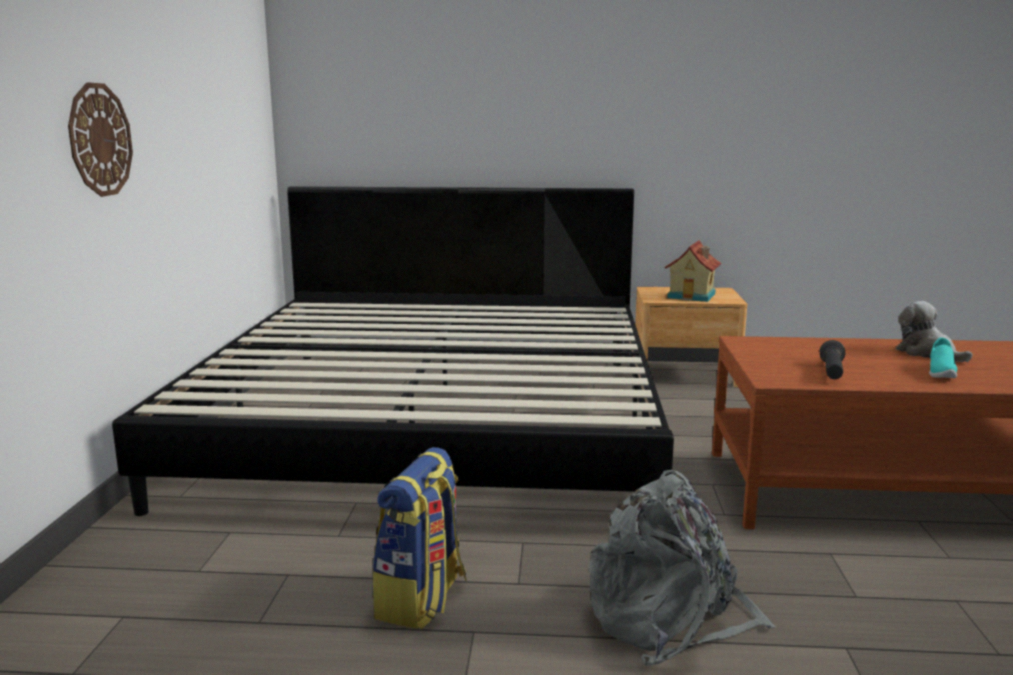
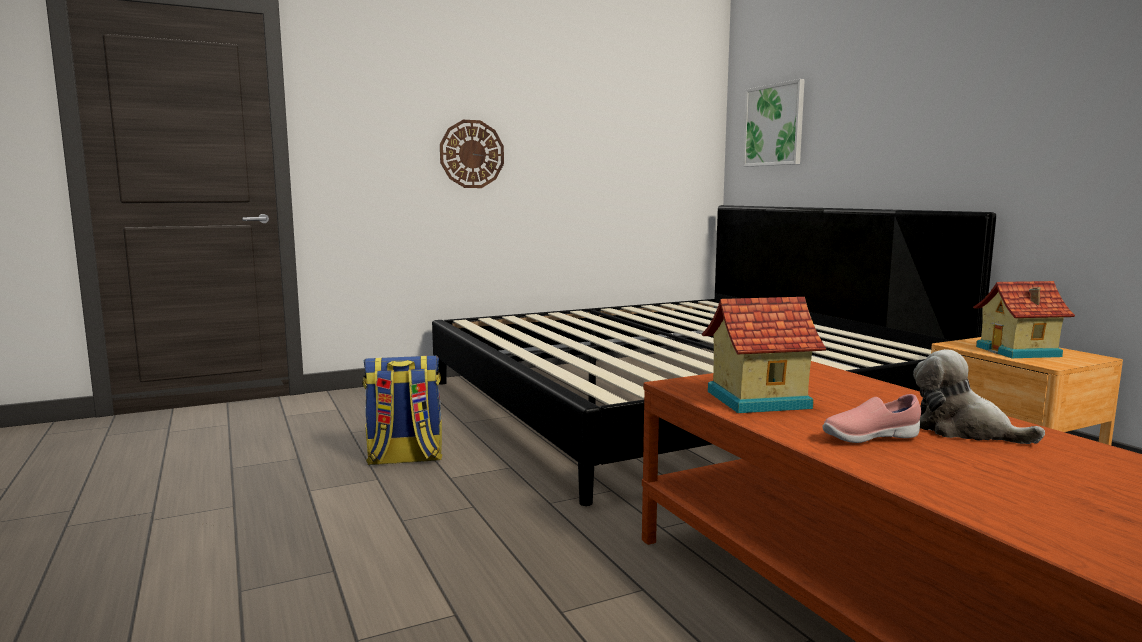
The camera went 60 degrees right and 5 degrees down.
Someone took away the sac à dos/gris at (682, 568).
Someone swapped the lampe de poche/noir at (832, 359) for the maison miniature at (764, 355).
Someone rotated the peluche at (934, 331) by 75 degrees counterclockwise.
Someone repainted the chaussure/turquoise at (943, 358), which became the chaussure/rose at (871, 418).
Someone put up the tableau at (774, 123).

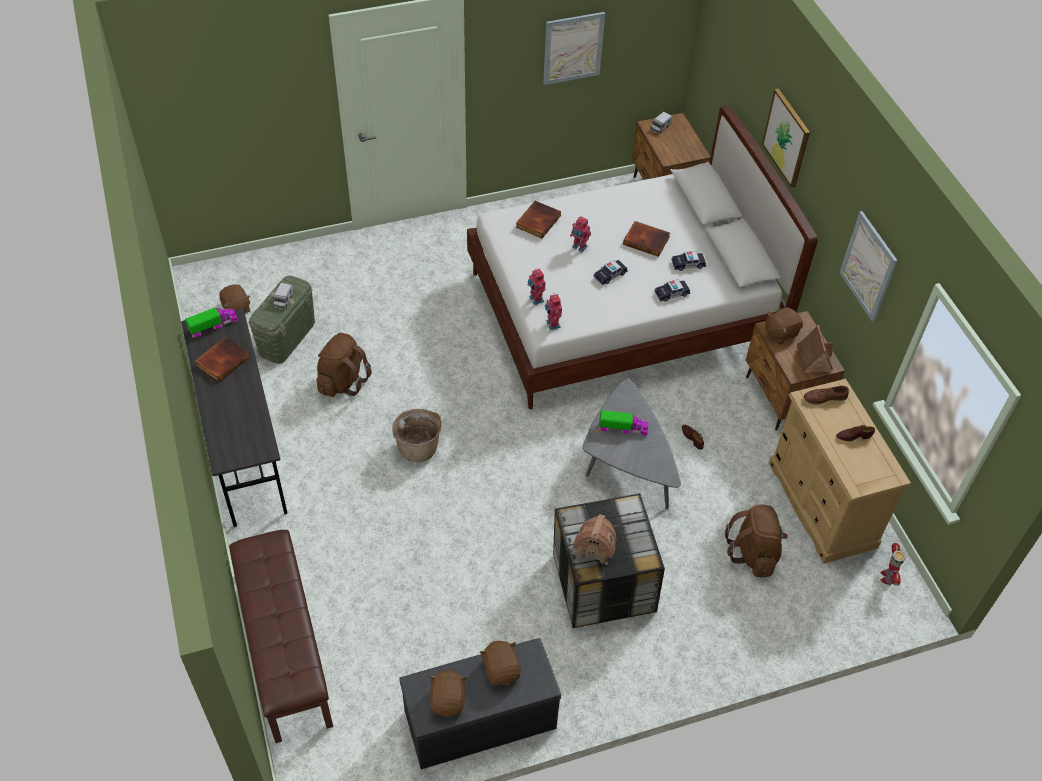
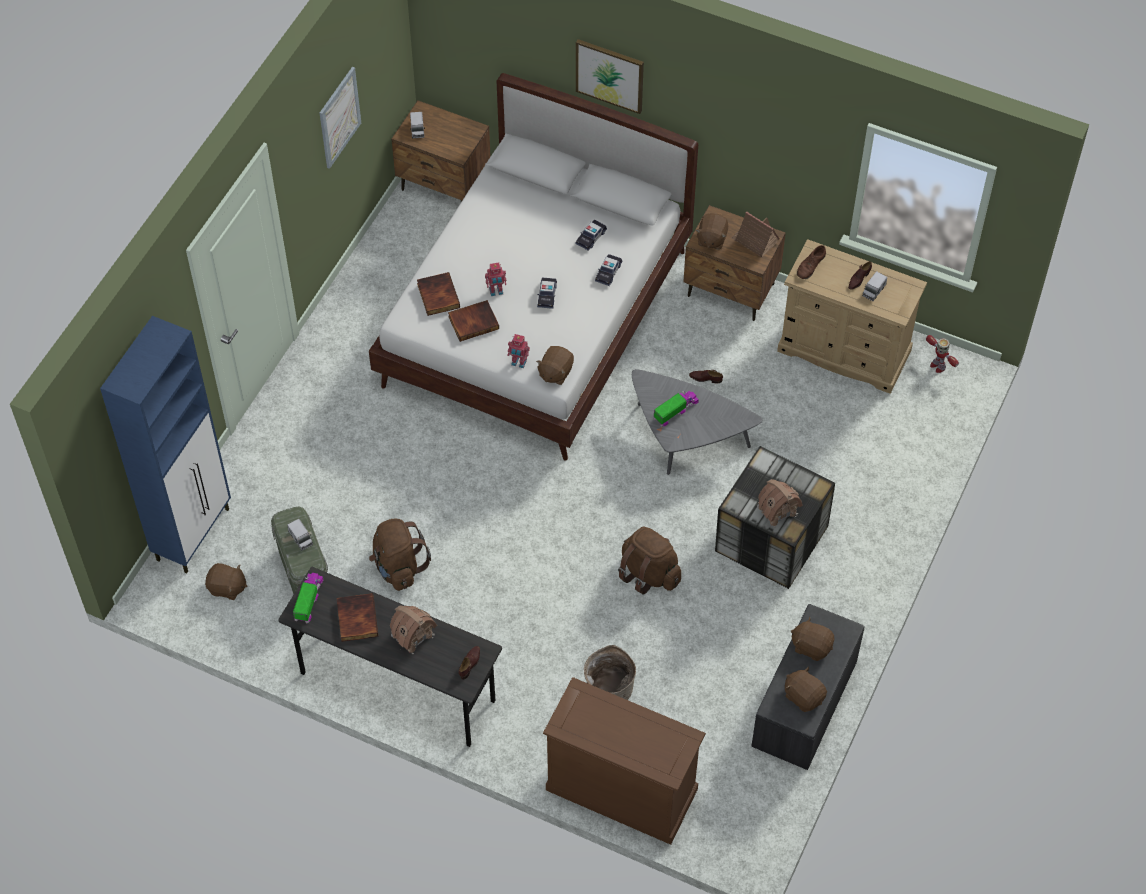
The camera went 45 degrees left and 5 degrees up.
Someone swapped the banc/marron at (281, 636) for the commode/marron at (624, 761).
Someone carried the panier from (417, 435) to (610, 672).
Someone swapped the robot jouet at (553, 311) for the peluche/marron at (555, 365).
Someone carried the livre from (646, 239) to (473, 321).
Someone carried the sac à dos/marron from (756, 541) to (649, 561).
Someone took away the tableau at (868, 266).
Someone put down the meuble de rangement/bleu at (165, 444).
Someone put down the maison miniature at (413, 630).
Someone put down the chaussure/marron at (469, 663).
Someone put down the camion jouet at (874, 286).

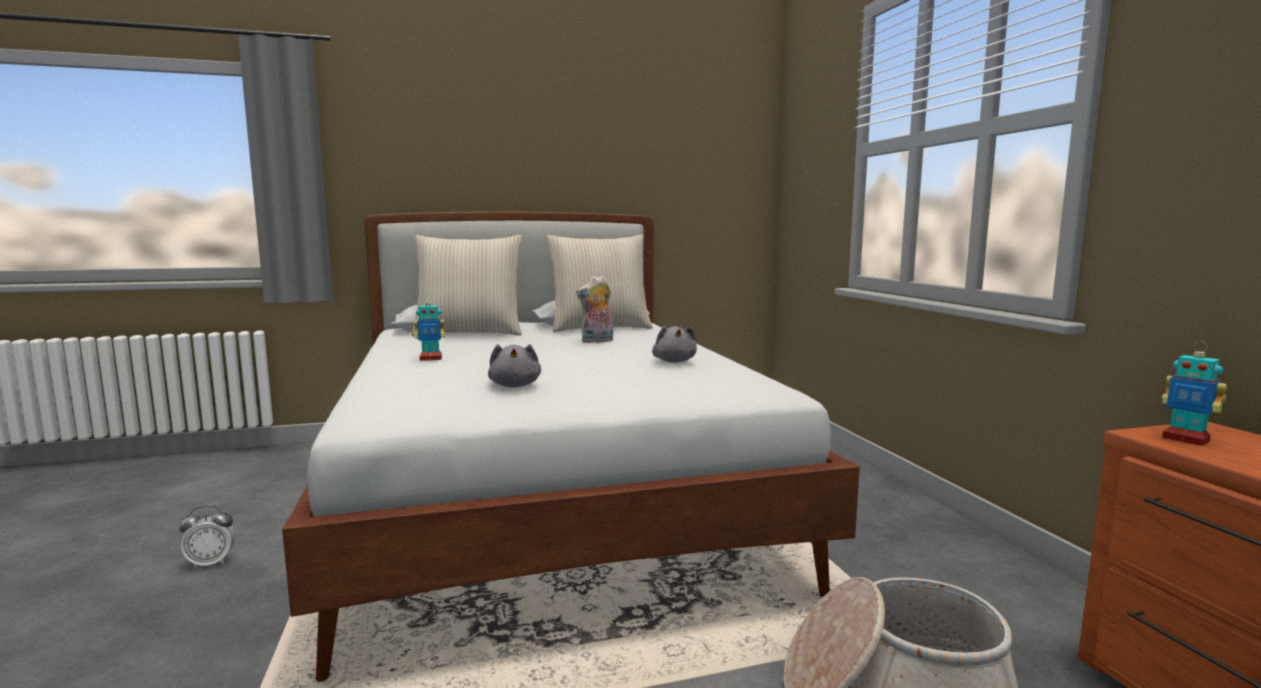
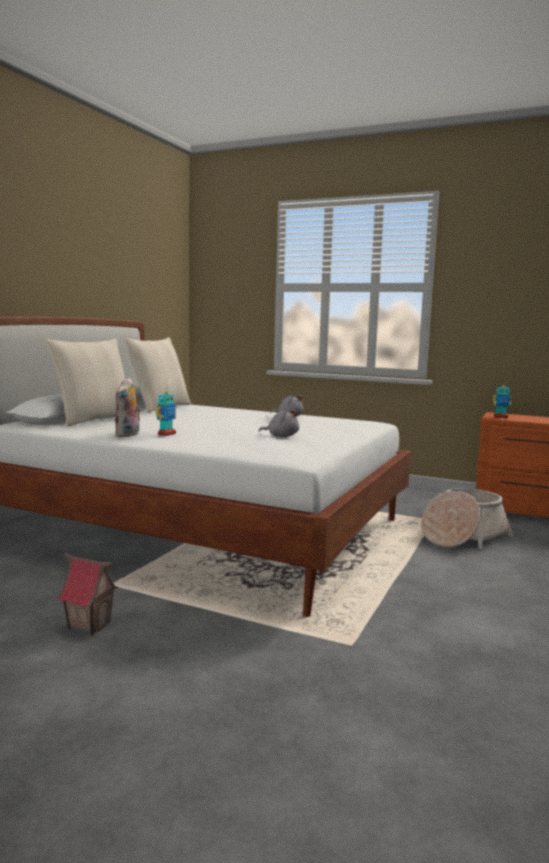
The camera went 50 degrees left and 0 degrees up.
Someone swapped the réveil at (207, 537) for the maison miniature at (87, 594).
Someone carried the peluche from (594, 309) to (128, 407).

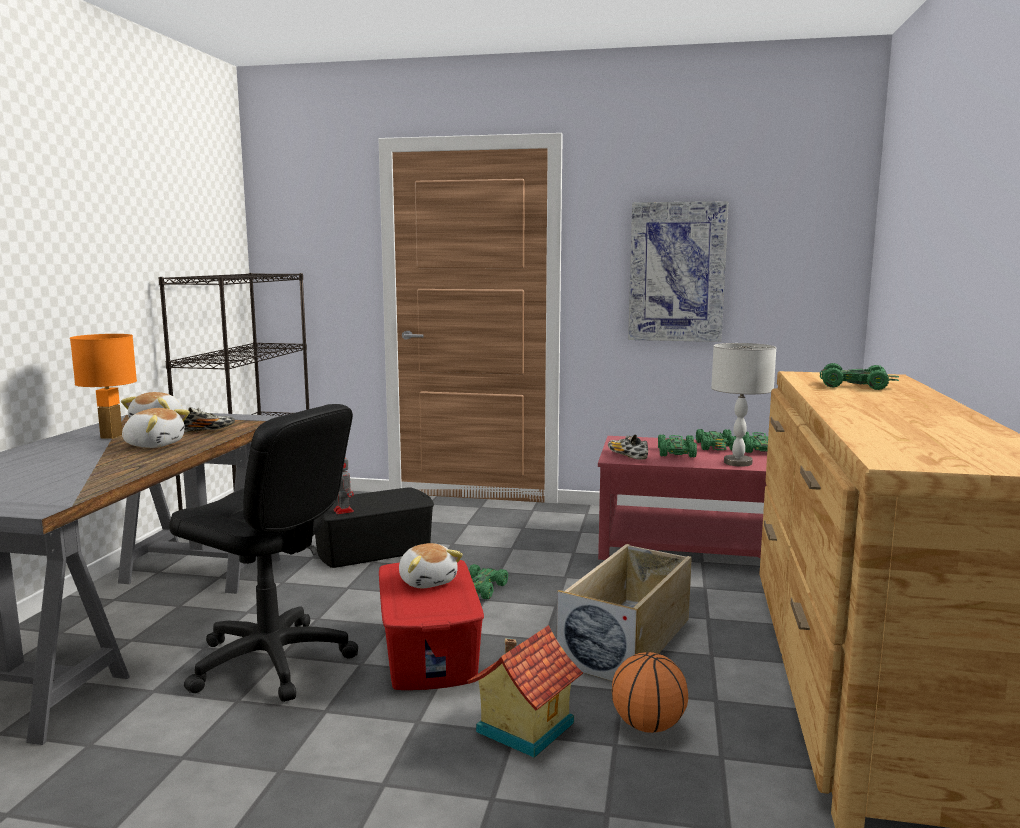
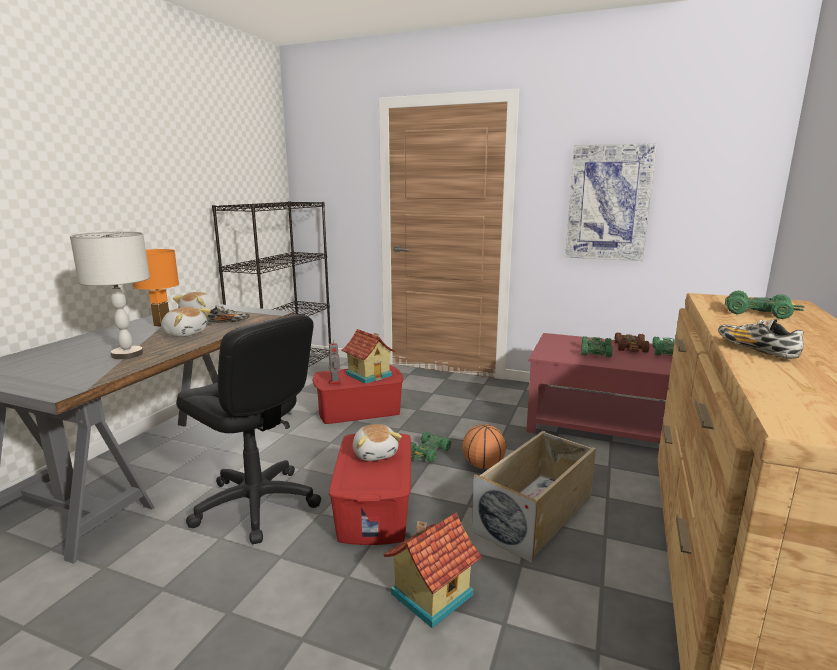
The camera went 10 degrees right and 5 degrees up.
Someone repainted the boîte de rangement/noir at (374, 527), which became the boîte de rangement/rouge at (357, 394).
Someone carried the chaussure from (628, 447) to (760, 339).
Someone carried the ballon de basket from (650, 692) to (484, 446).
Someone repainted the petite voiture/vert at (716, 439), which became the petite voiture/marron at (631, 342).
Someone carried the lampe de table/gris from (744, 405) to (110, 295).
Someone put down the maison miniature at (368, 356).

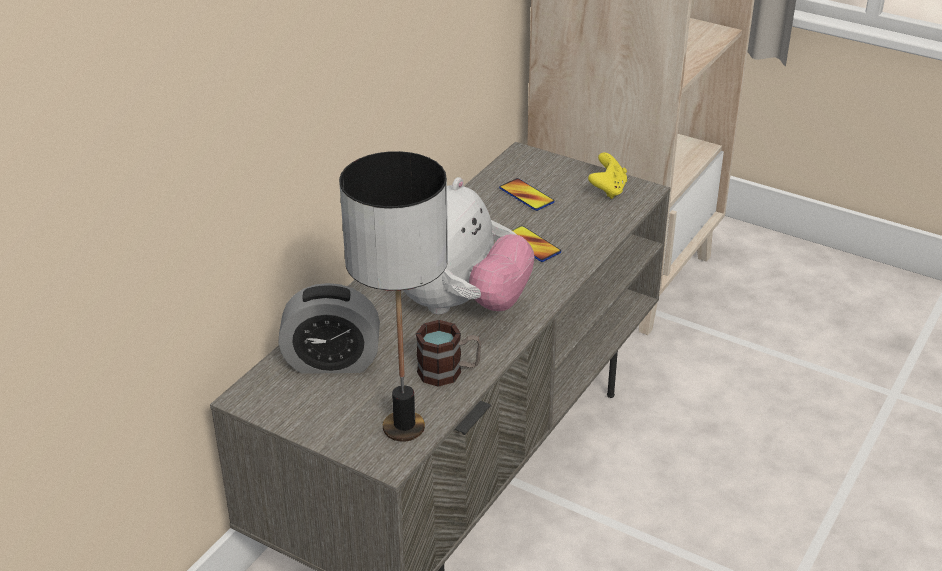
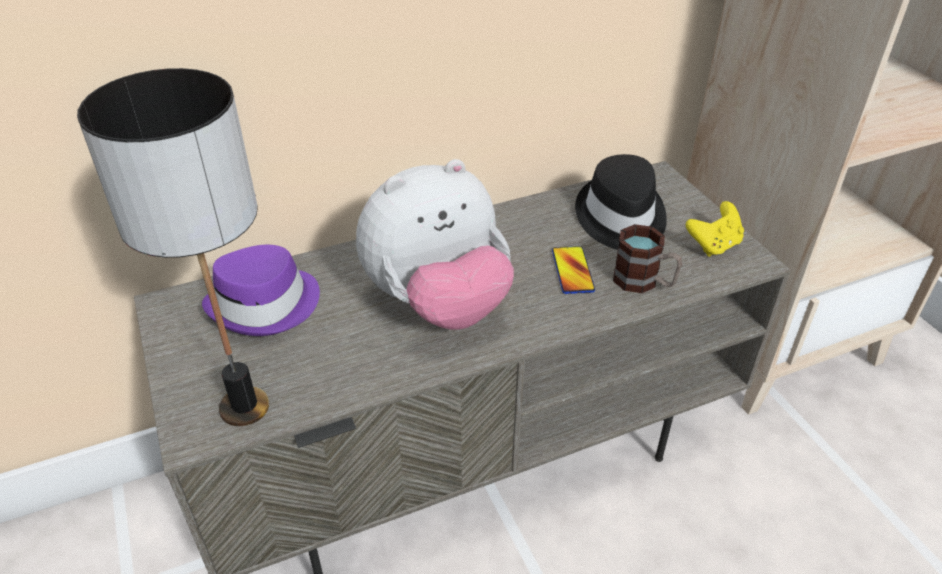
The camera went 35 degrees right and 5 degrees up.
Someone swapped the réveil at (329, 328) for the chapeau/violet at (261, 290).
Someone carried the mug from (448, 353) to (647, 258).
Someone swapped the téléphone at (527, 194) for the chapeau/noir at (621, 202).

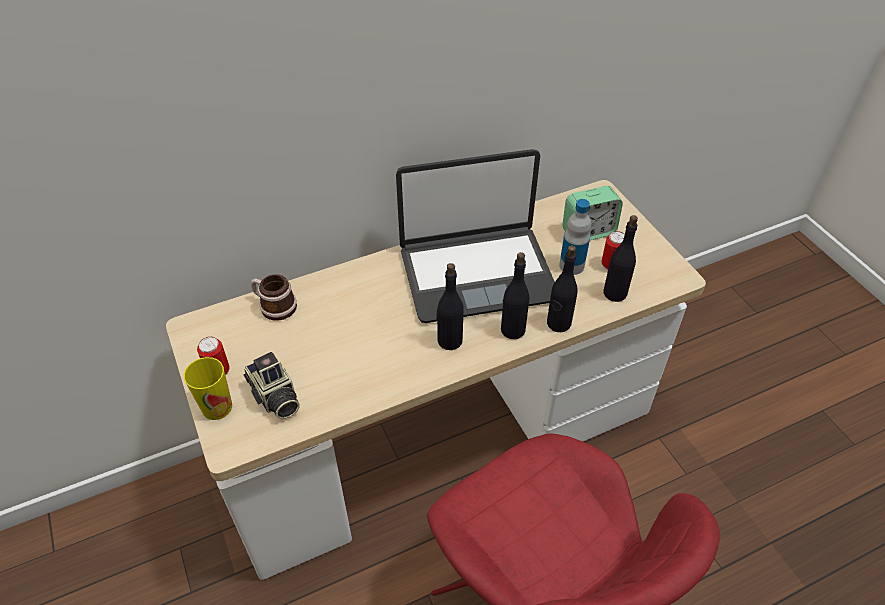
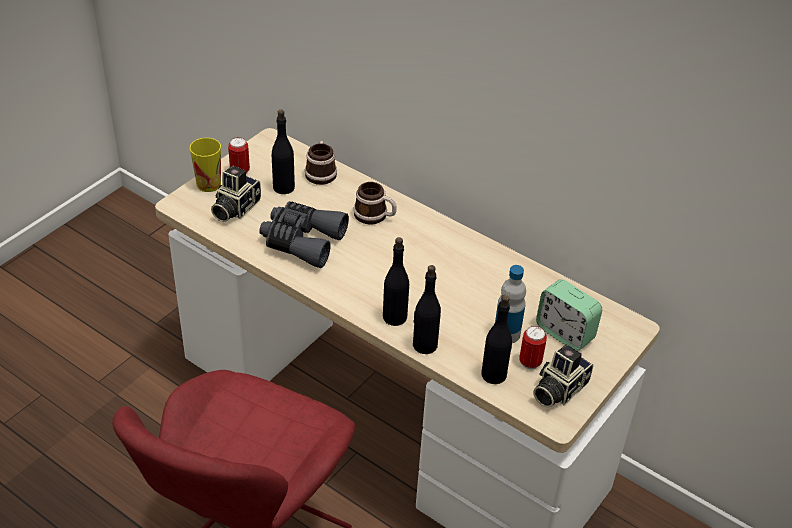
The camera went 60 degrees right and 5 degrees down.
Someone took away the ordinateur portable at (475, 236).
Someone carried the bouteille/noir from (450, 306) to (283, 152).
Someone put down the jumelles/gris at (304, 234).
Someone put down the mug at (375, 203).
Someone put down the appareil photo at (563, 376).

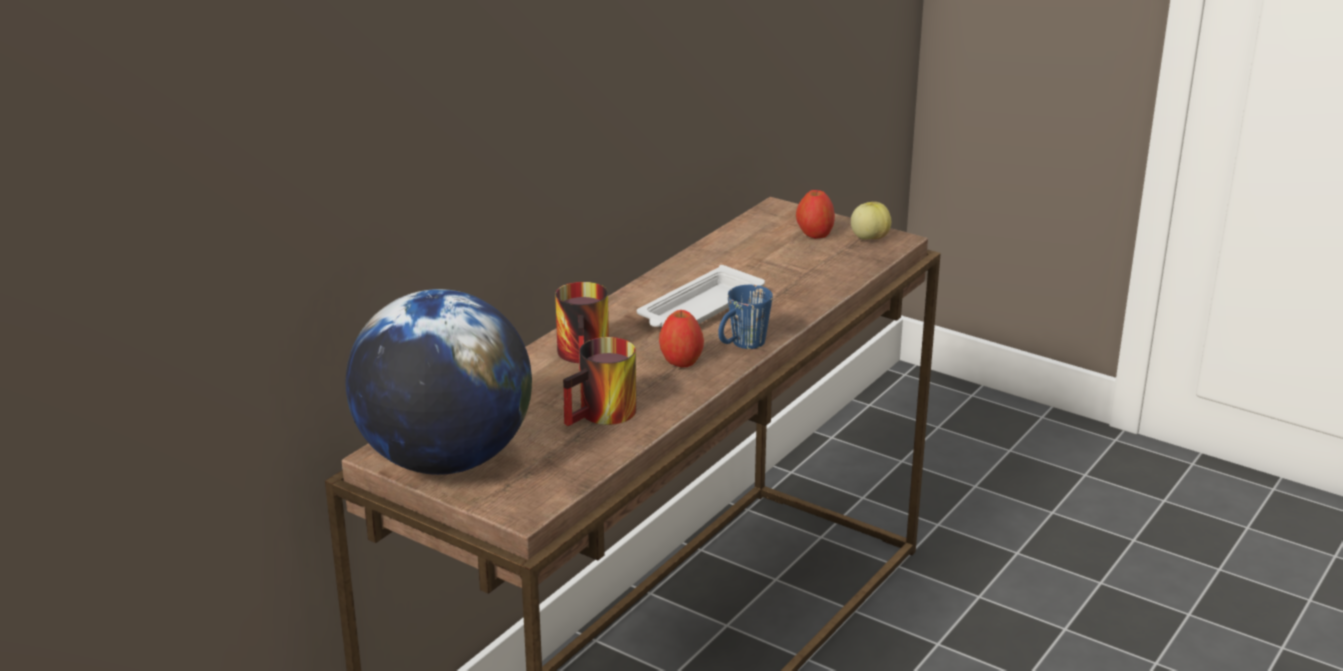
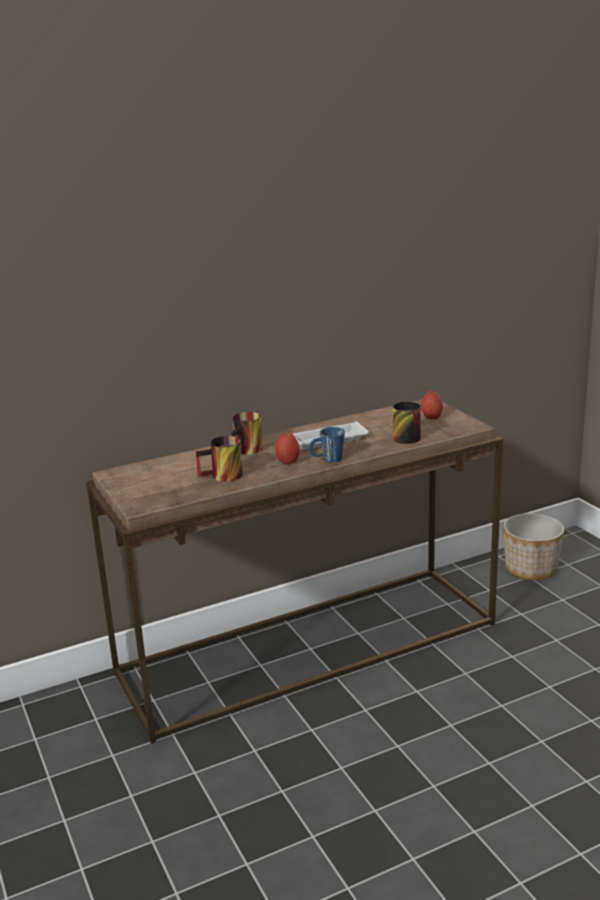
The camera went 30 degrees right and 5 degrees down.
Someone took away the globe at (438, 382).
Someone took away the pomme at (871, 220).
Someone put down the mug at (407, 423).
Someone put down the cache-pot at (533, 546).

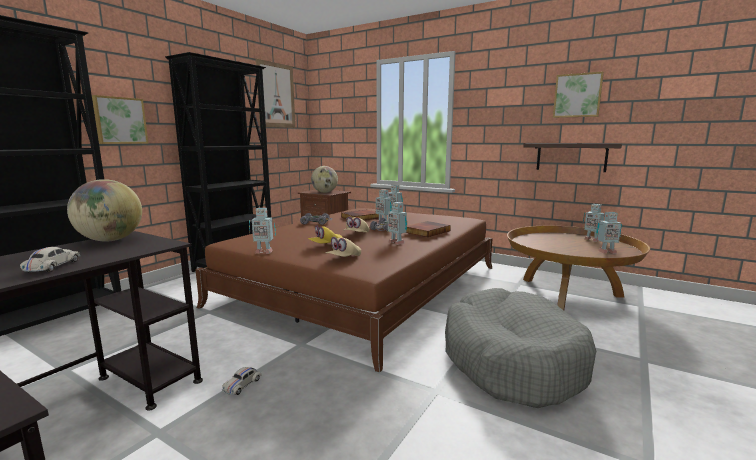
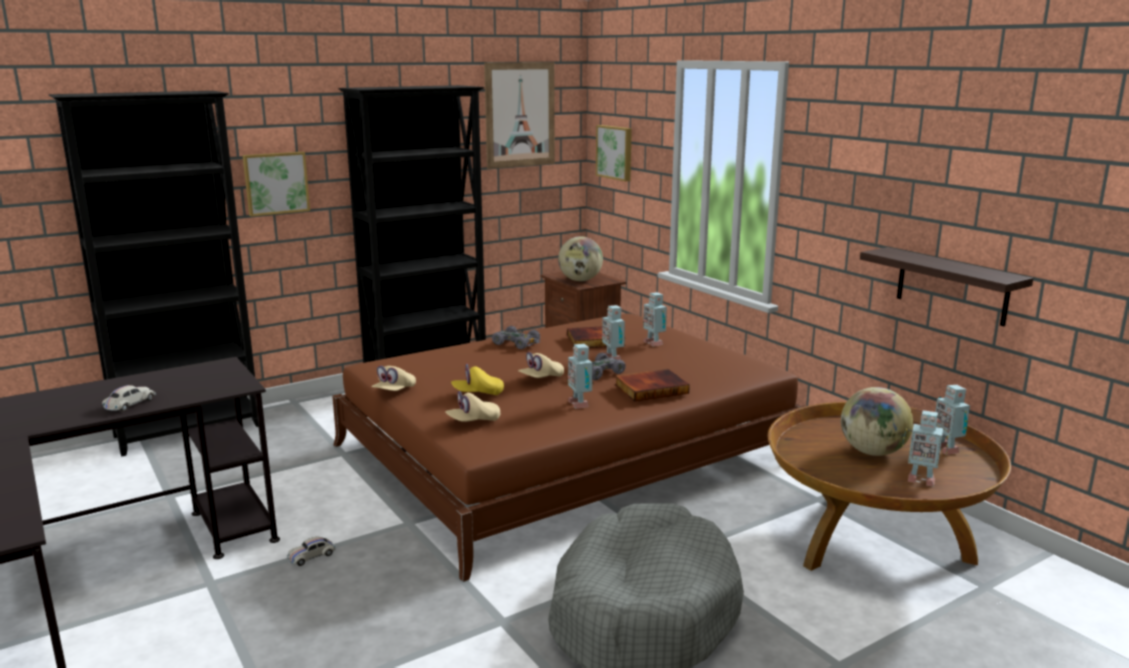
The camera went 25 degrees right and 5 degrees up.
Someone carried the globe from (104, 210) to (877, 421).
Someone swapped the robot jouet at (262, 231) for the casquette/beige at (393, 378).
Someone carried the tableau from (578, 95) to (614, 153).

